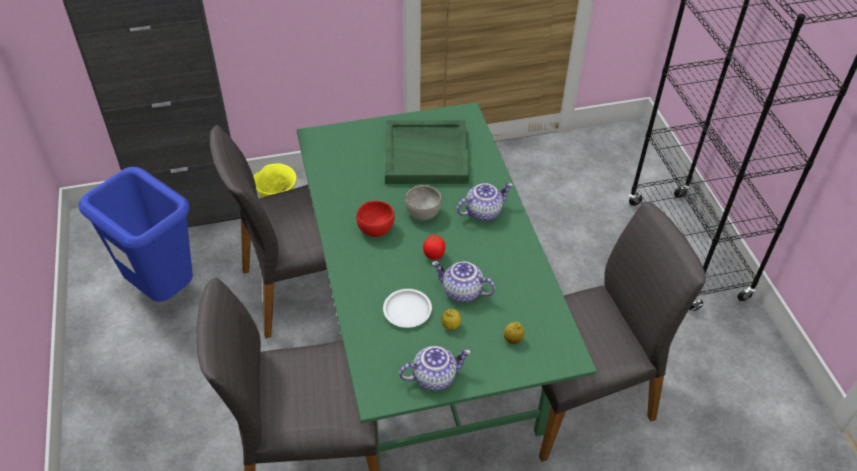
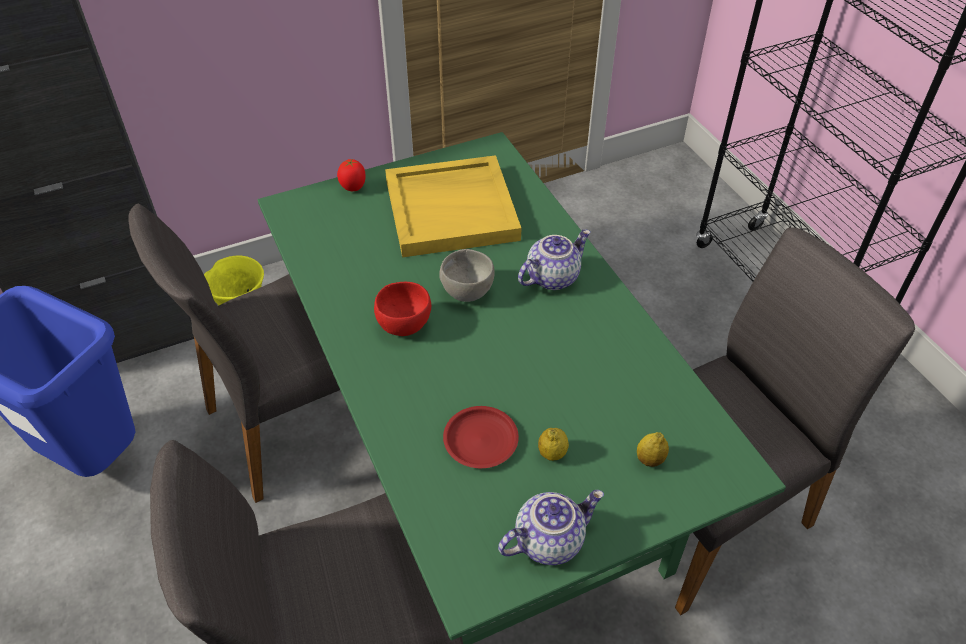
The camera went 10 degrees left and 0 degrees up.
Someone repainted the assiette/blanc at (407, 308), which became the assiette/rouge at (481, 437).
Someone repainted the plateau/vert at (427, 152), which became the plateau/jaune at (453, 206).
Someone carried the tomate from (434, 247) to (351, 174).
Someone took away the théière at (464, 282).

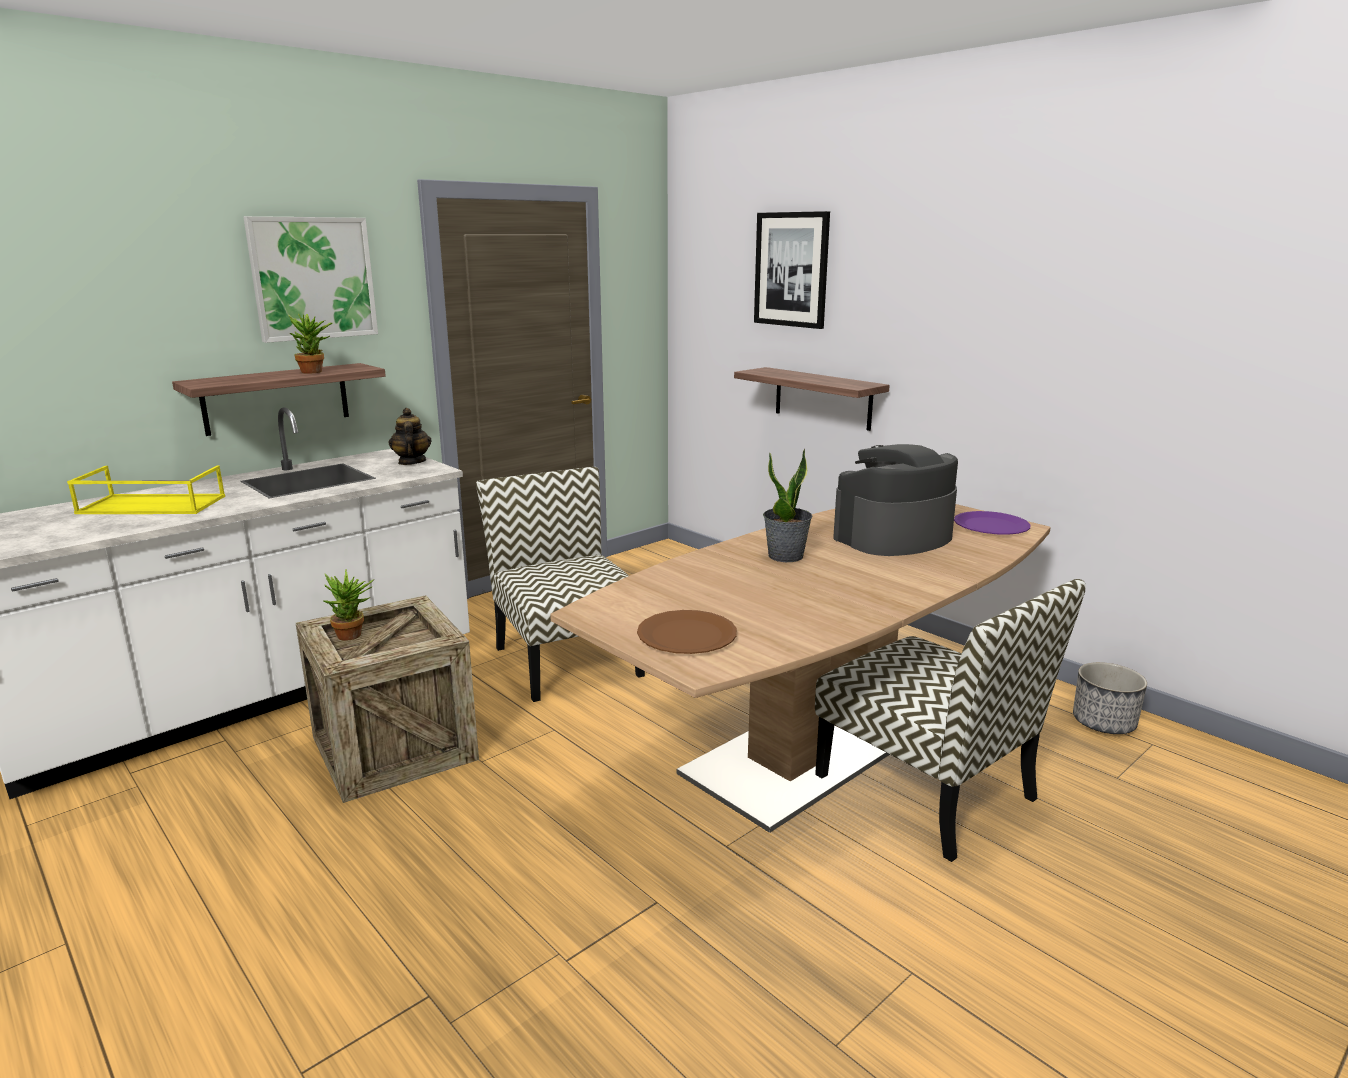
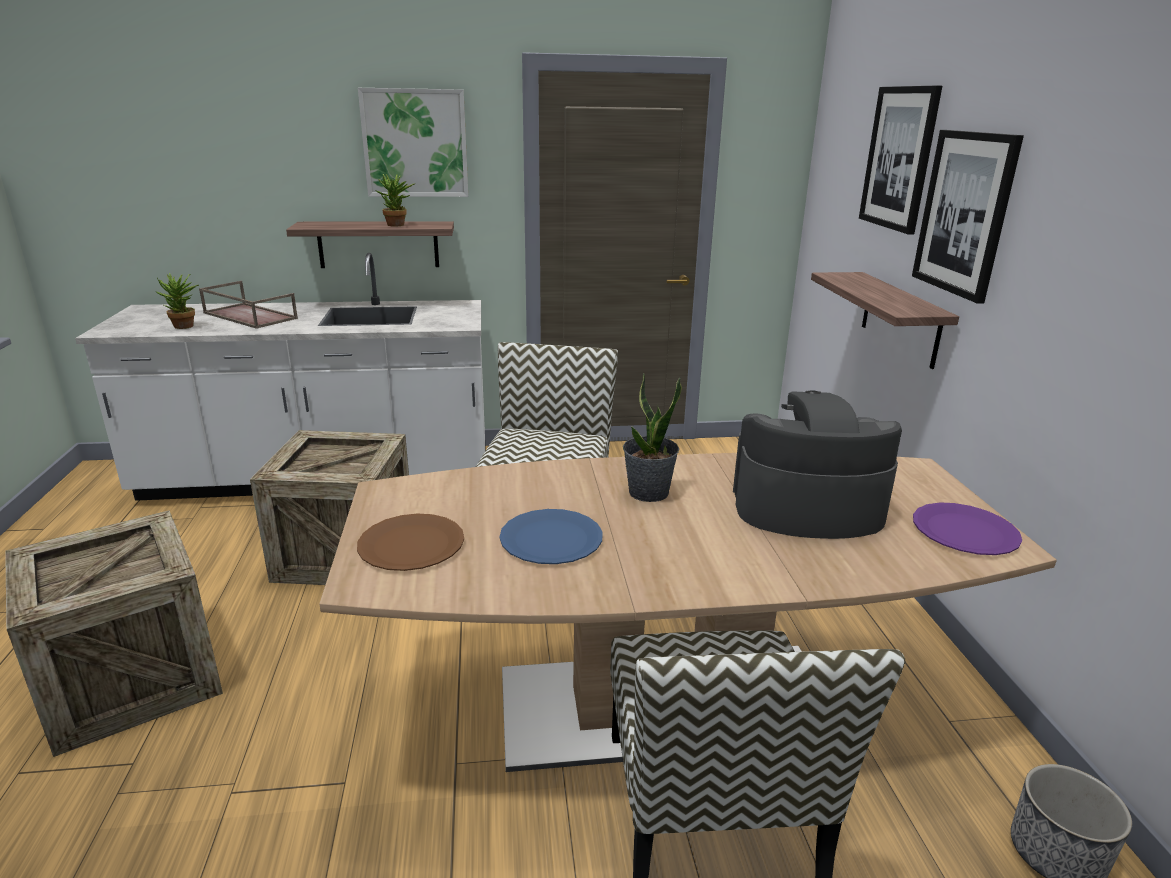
The camera went 35 degrees right and 5 degrees up.
Someone repainted the plateau/jaune at (146, 490), which became the plateau/marron at (248, 305).
Someone carried the plante en pot from (348, 605) to (177, 301).
Someone took away the théière at (410, 436).
Someone put down the caisse at (114, 633).
Someone put down the assiette/bleu at (550, 536).
Someone put up the tableau at (968, 217).

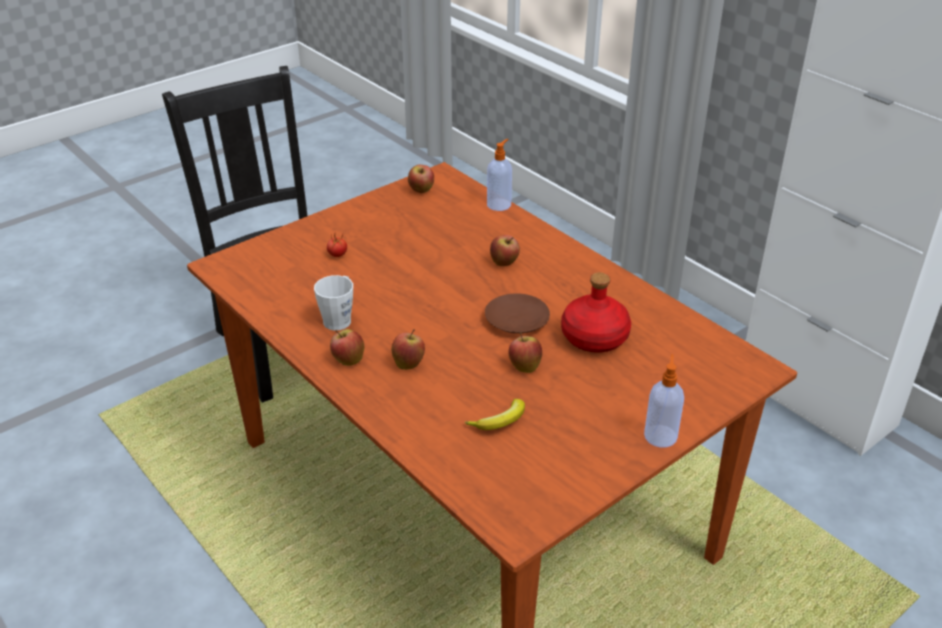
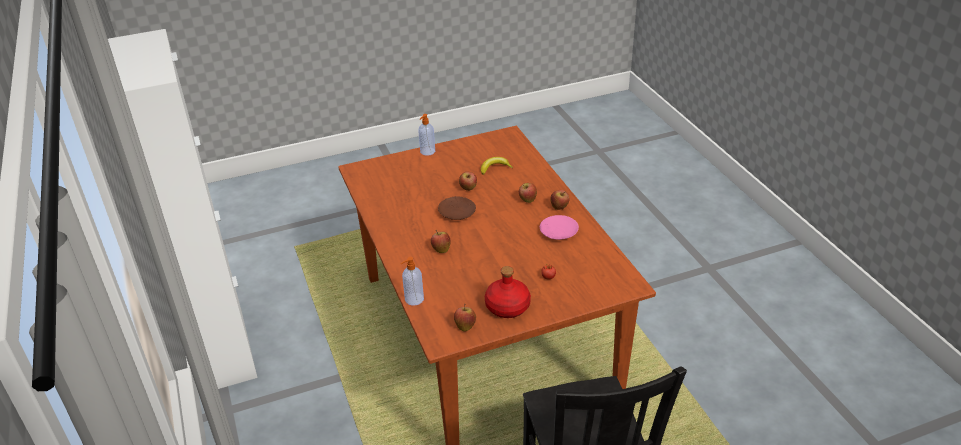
The camera went 160 degrees left and 0 degrees up.
Someone swapped the mug/blanc at (333, 302) for the assiette/rose at (559, 227).
Someone carried the bouteille/rouge from (596, 312) to (508, 292).

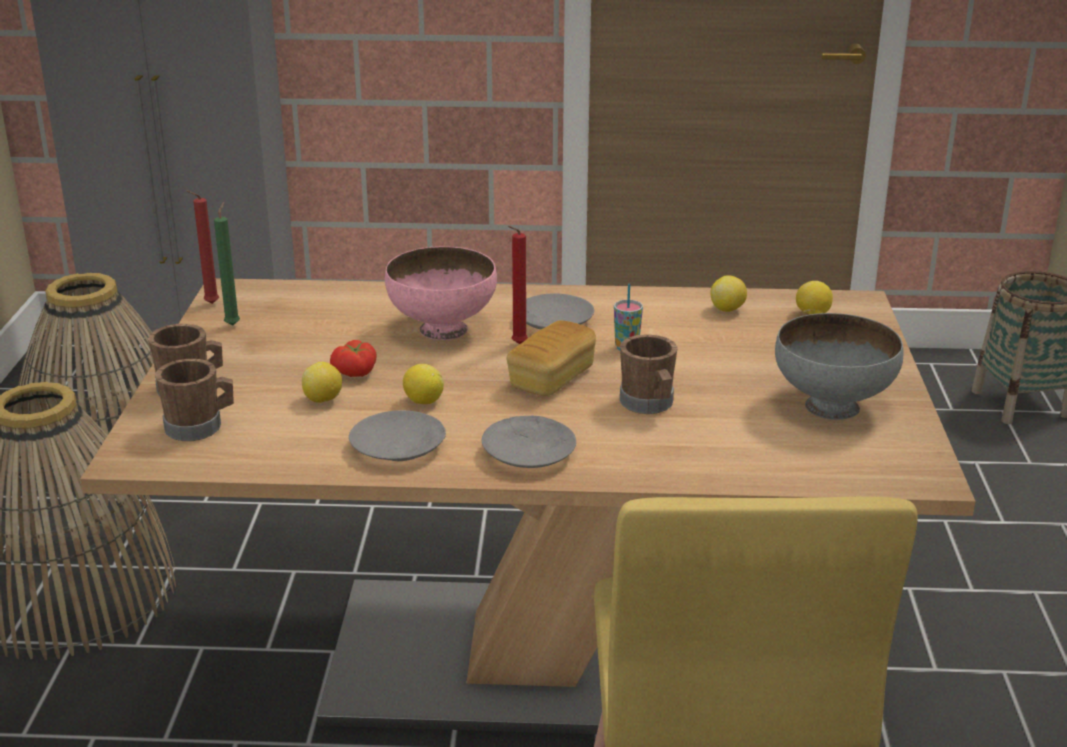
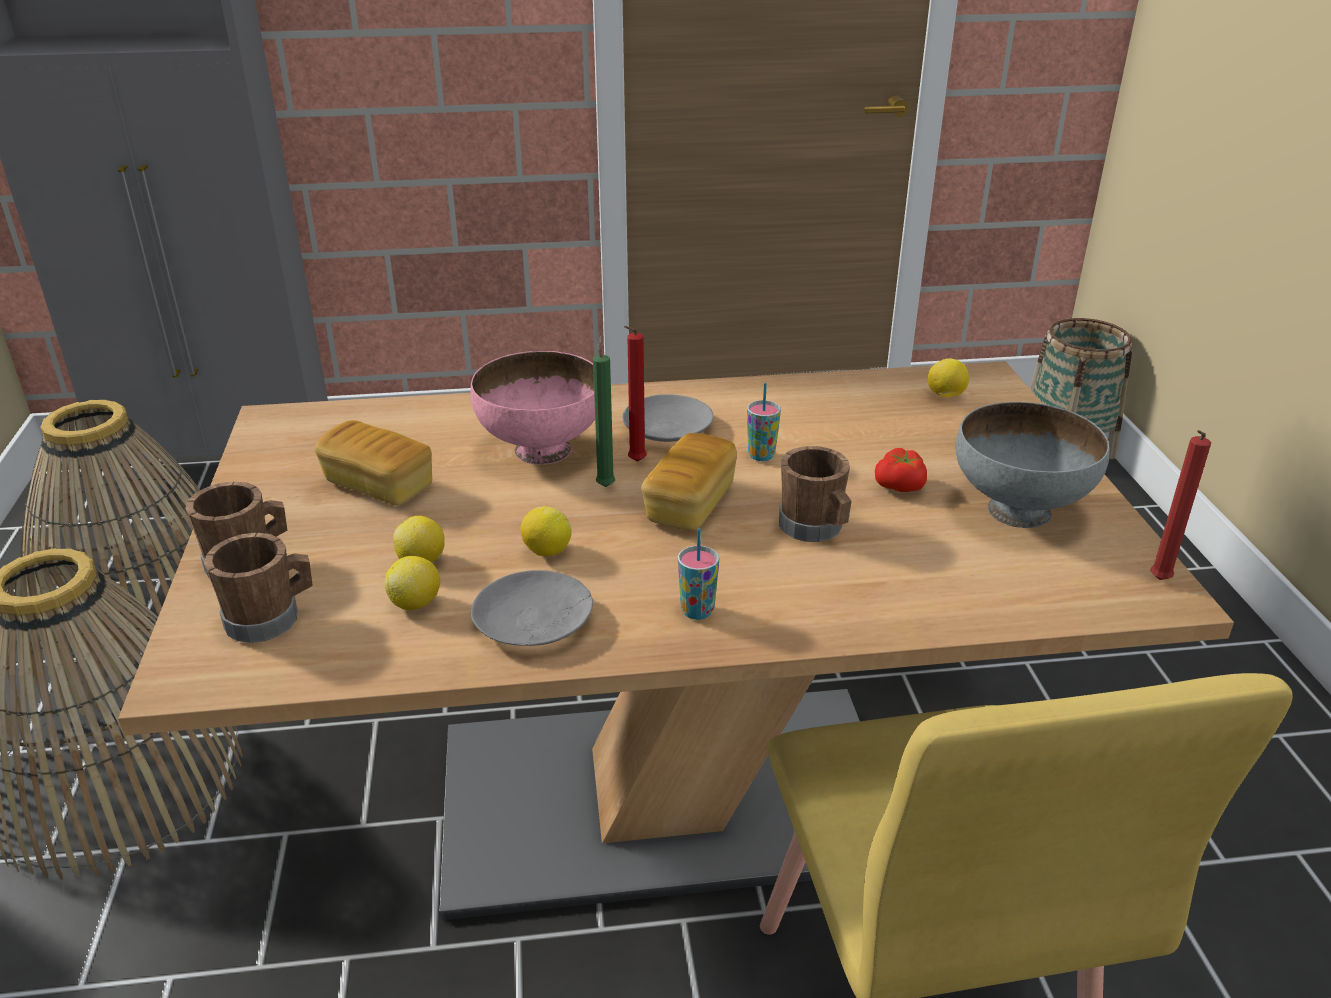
The camera went 10 degrees left and 5 degrees up.
Someone carried the bougie/rouge from (202, 247) to (1180, 505).
Someone carried the bougie/vert from (227, 264) to (604, 411).
Someone carried the tomate from (353, 358) to (901, 470).
Someone swapped the assiette/gris at (529, 442) for the tasse at (698, 574).
Someone carried the citron from (729, 293) to (412, 583).
Someone put down the pain at (373, 463).

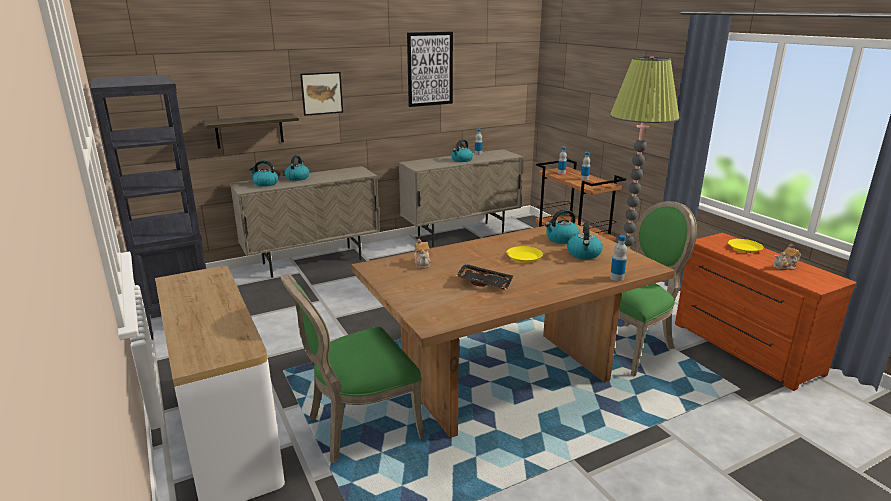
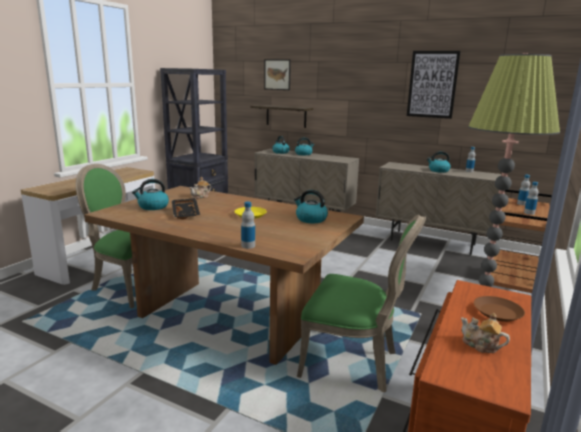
The camera went 55 degrees right and 5 degrees down.
Someone carried the tableau from (321, 94) to (277, 74).
Someone carried the bouilloire from (585, 240) to (150, 194).
Someone repainted the assiette/jaune at (745, 246), which became the assiette/marron at (499, 309).

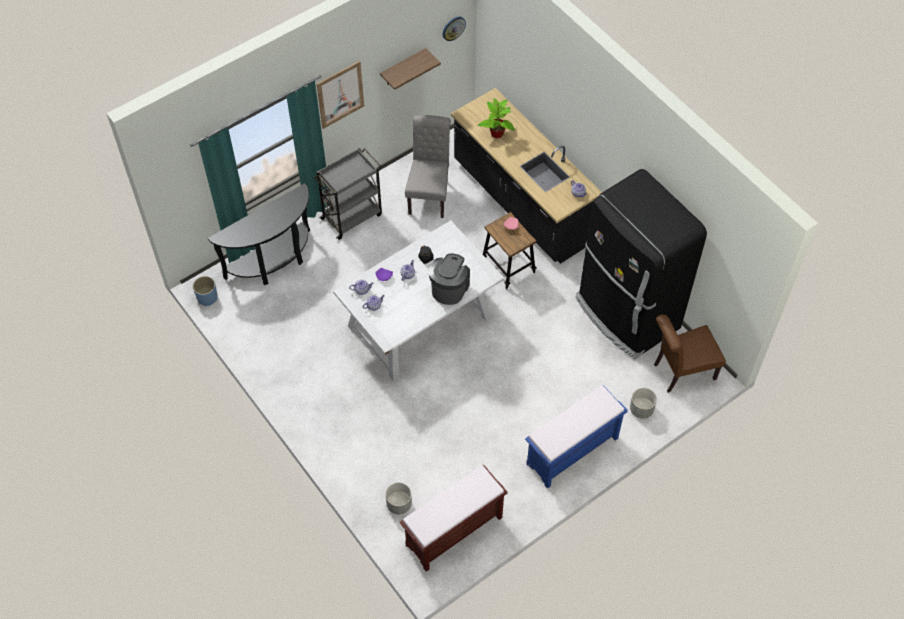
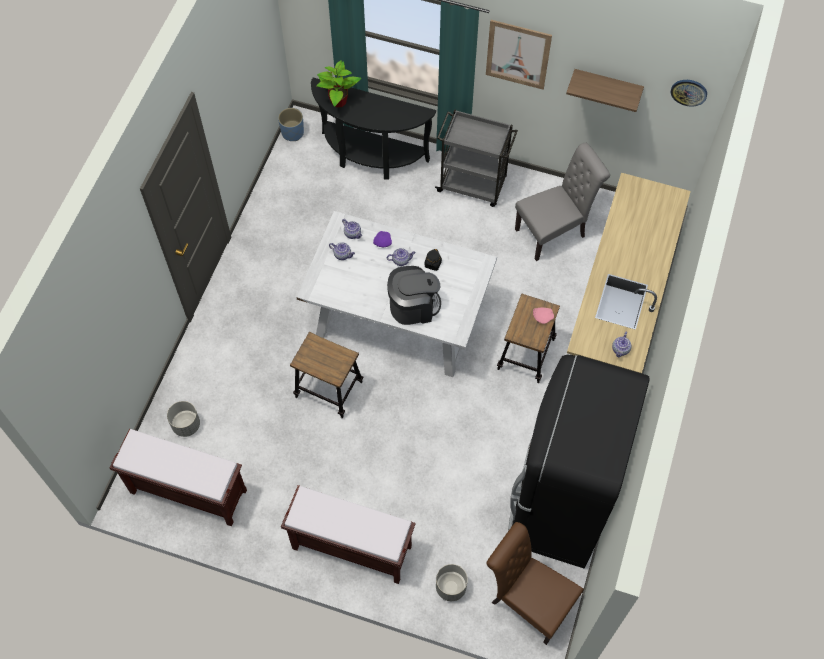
The camera went 55 degrees right and 5 degrees up.
Someone carried the plante en pot from (496, 118) to (338, 84).
Someone repainted the banc/bleu at (576, 437), which became the banc/marron at (348, 534).
Someone put down the tabouret at (326, 375).

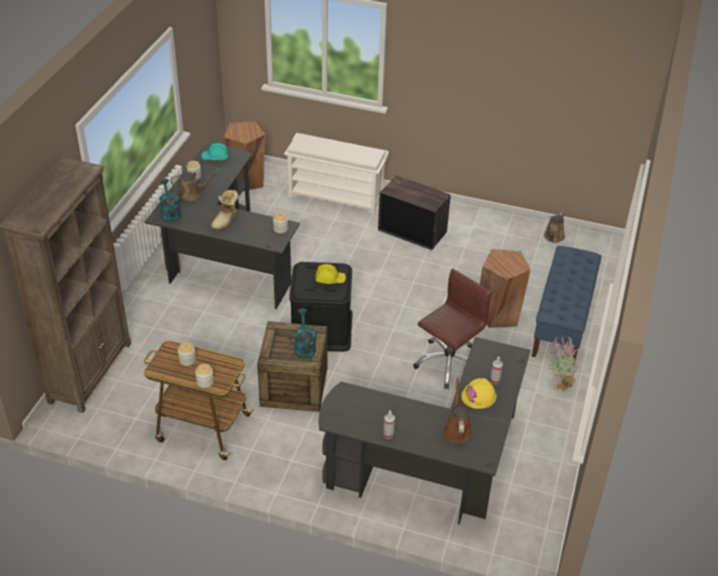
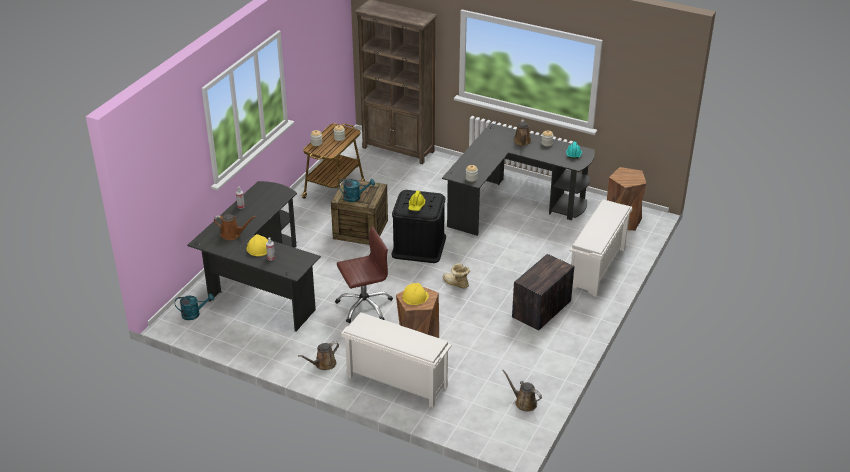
The camera went 100 degrees right and 5 degrees down.
Someone carried the arrosoir/turquoise from (170, 200) to (194, 306).
Someone carried the botte from (225, 210) to (456, 276).
Someone rotated the chaise de bureau/marron at (452, 328) by 75 degrees counterclockwise.
Someone swapped the banc/bleu at (566, 305) for the étagère à chaussures/blanc at (396, 360).
Someone swapped the plante en pot at (563, 363) for the arrosoir/marron at (318, 355).
Someone put down the casque de chantier/jaune at (415, 294).

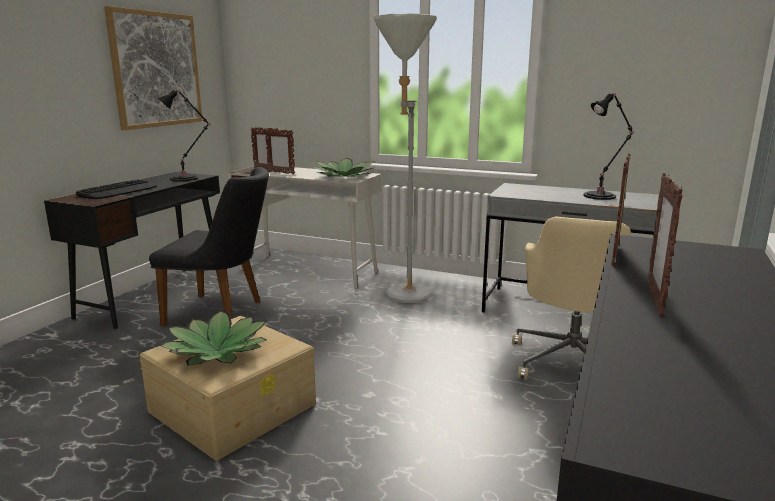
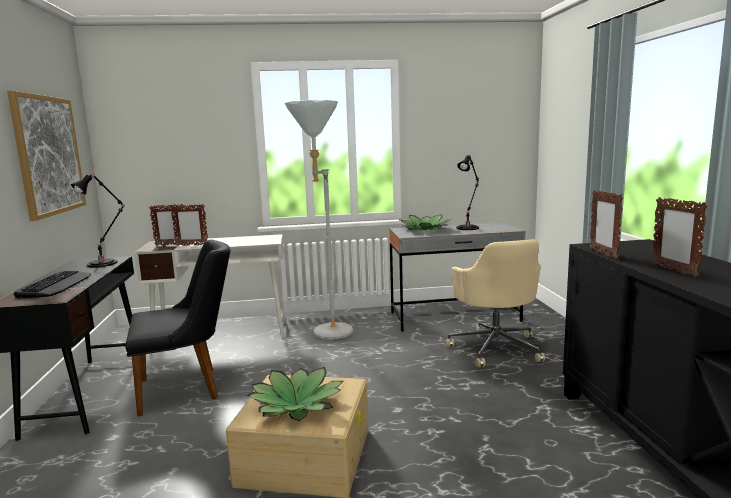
The camera went 30 degrees left and 5 degrees down.
Someone carried the plante en pot from (343, 167) to (425, 222).

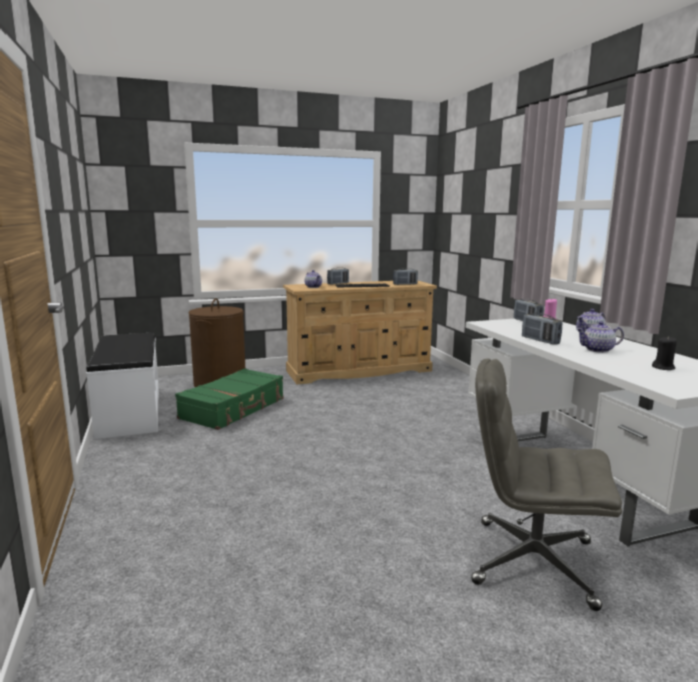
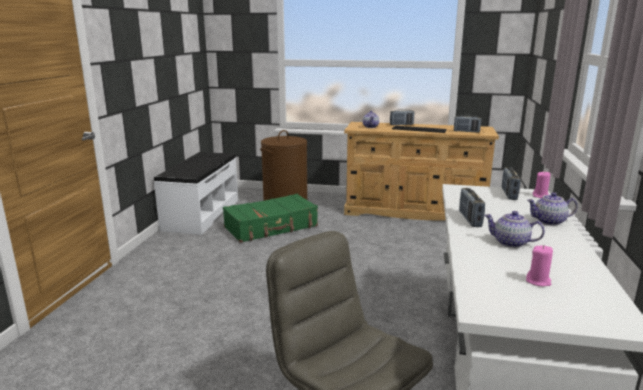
The camera went 30 degrees right and 5 degrees up.
Someone repainted the bougie/noir at (664, 353), which became the bougie/rose at (539, 265).

